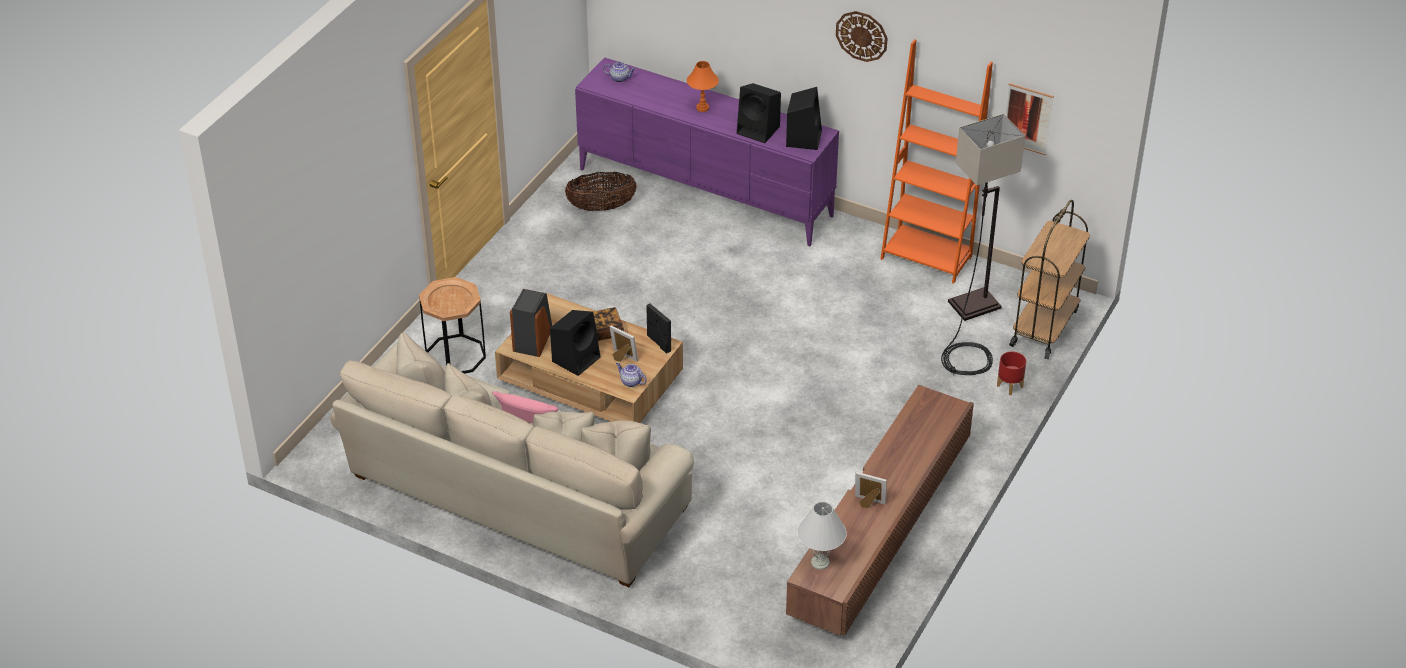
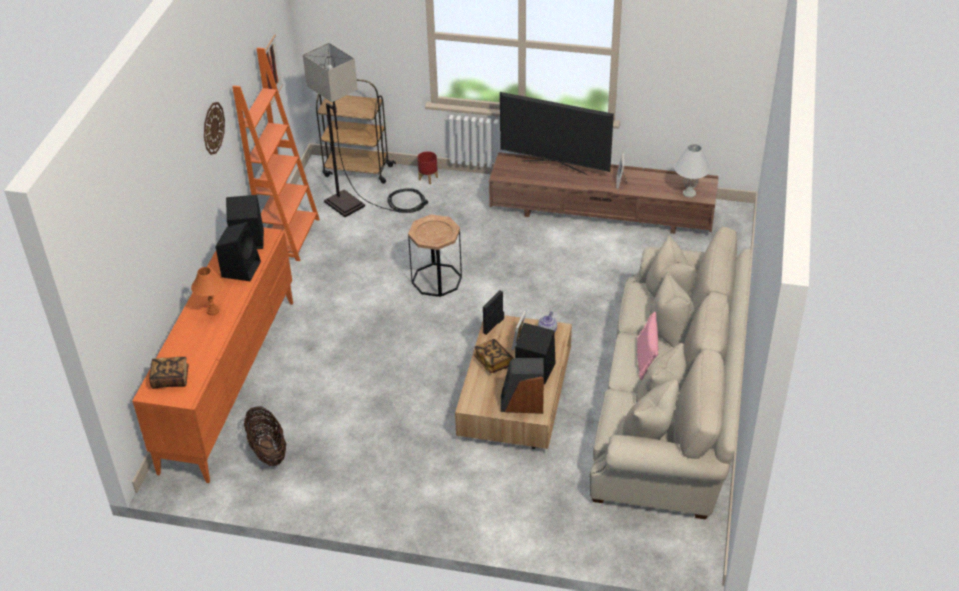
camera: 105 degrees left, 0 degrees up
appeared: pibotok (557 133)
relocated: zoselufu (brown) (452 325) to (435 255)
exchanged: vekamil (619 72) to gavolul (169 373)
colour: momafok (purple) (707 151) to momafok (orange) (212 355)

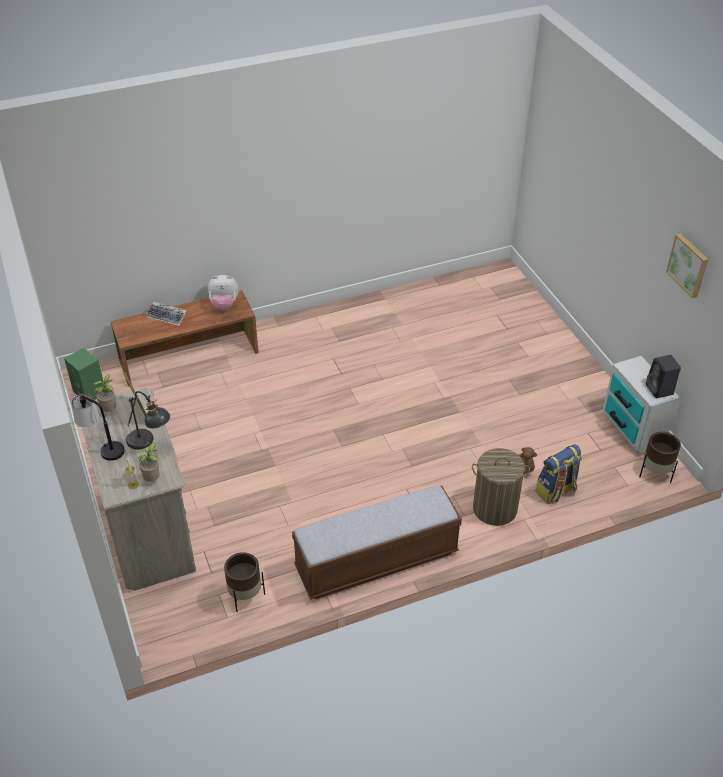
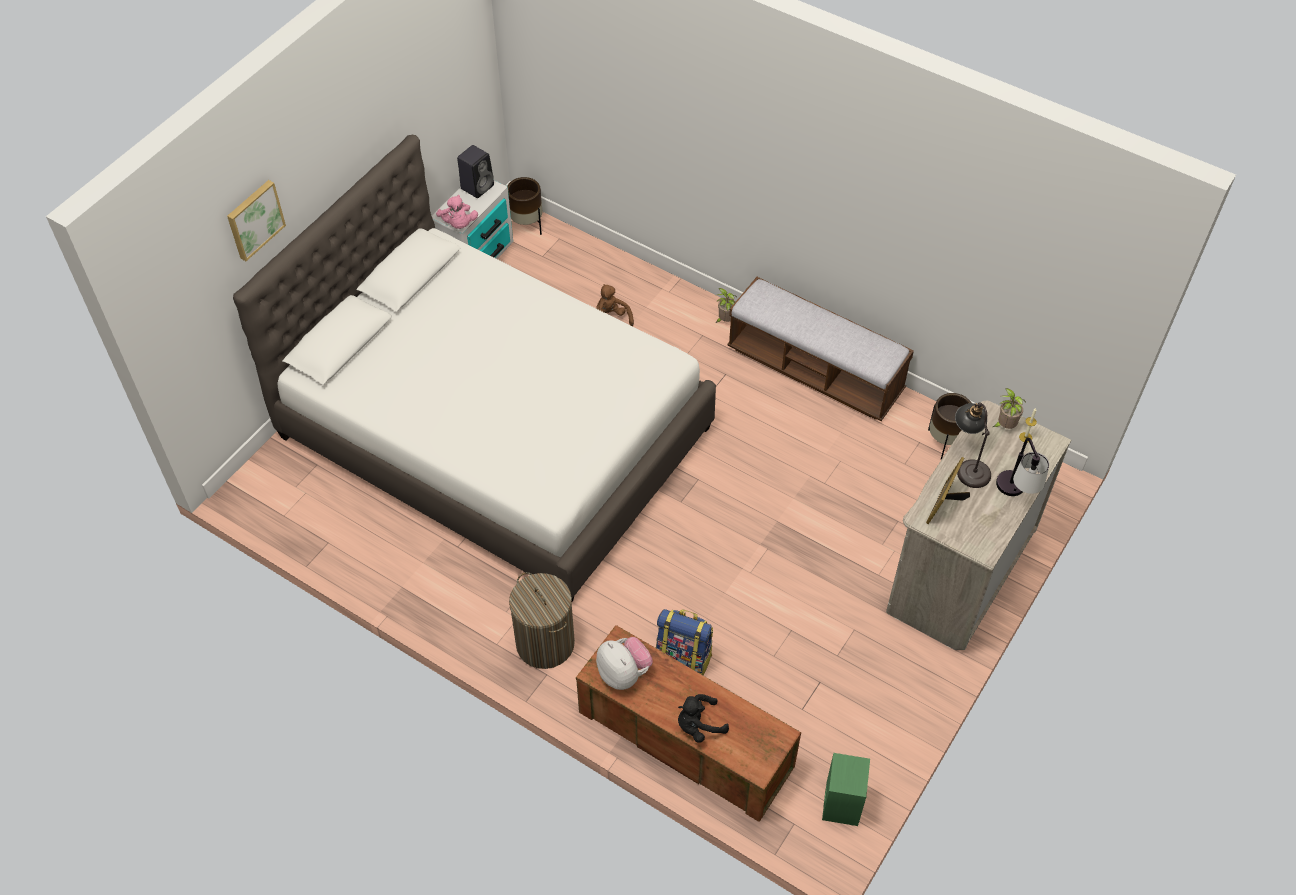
camera: 125 degrees left, 10 degrees up
appeared: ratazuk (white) (474 368); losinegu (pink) (457 212)
relocated: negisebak (687 265) to (256 220); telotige (501 487) to (542 620); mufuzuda (558 474) to (684 642); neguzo (105 393) to (726 305)
exchanged: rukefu (166 314) to losinegu (black) (703 718)

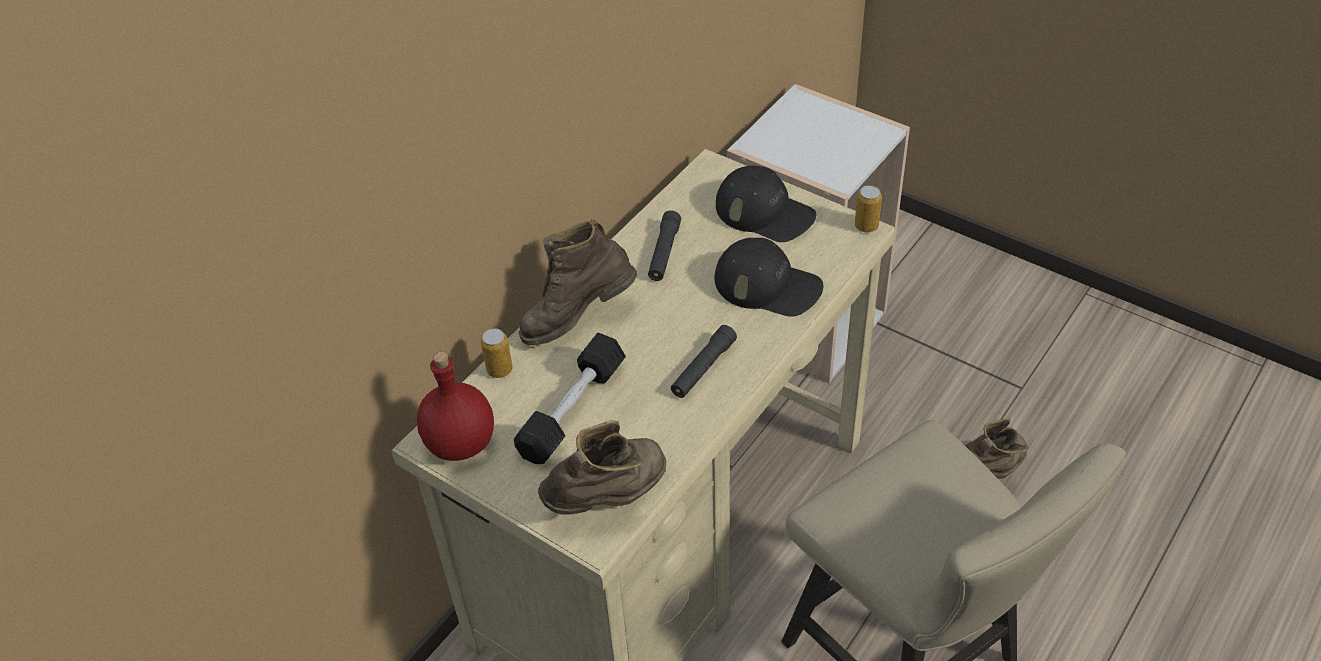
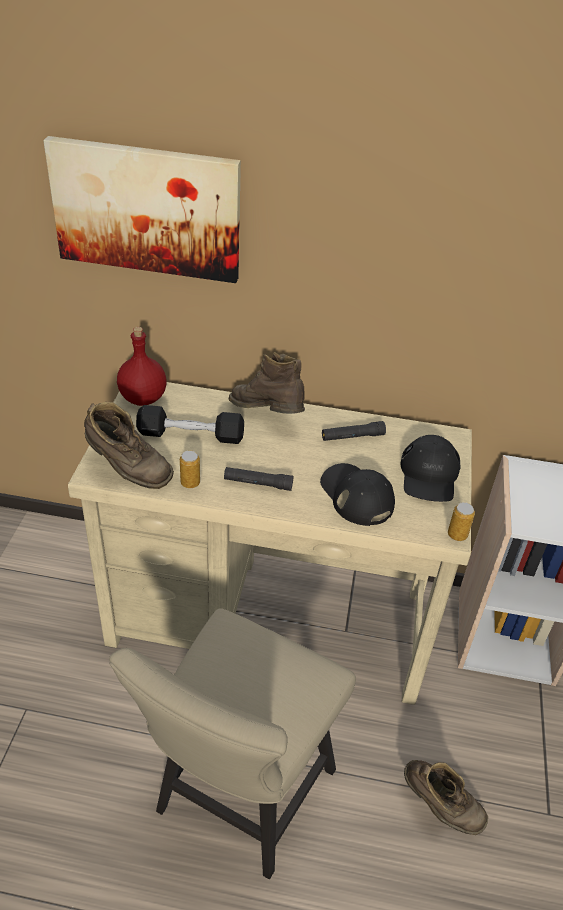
camera: 60 degrees right, 5 degrees down
appeared: negisebak (142 209)
relocated: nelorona (496 353) to (190 469)
spun: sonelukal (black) (769 277) = (357 494) 150 degrees clockwise

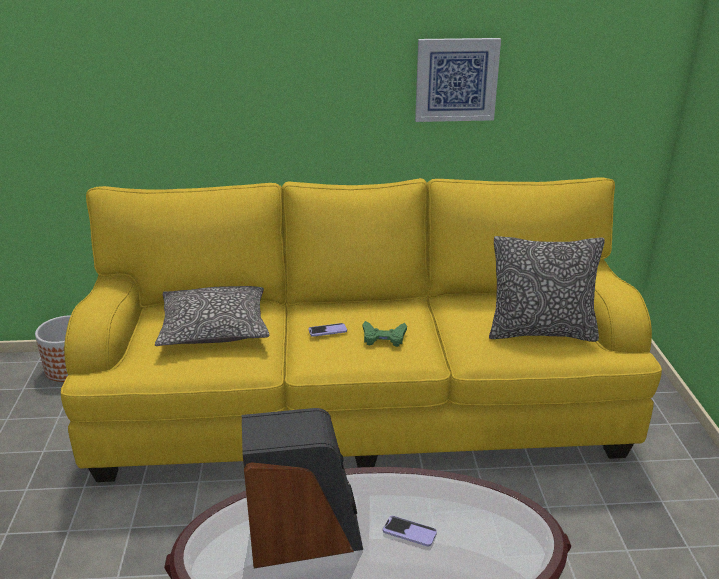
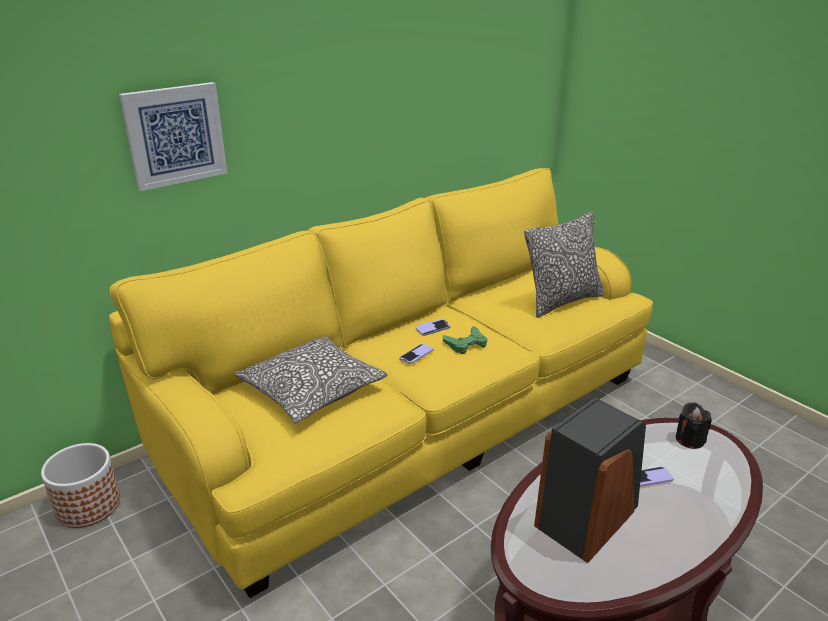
camera: 35 degrees left, 0 degrees up
appeared: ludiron (433 327); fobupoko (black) (694 425)
relocated: negisebak (458 80) to (173 136)

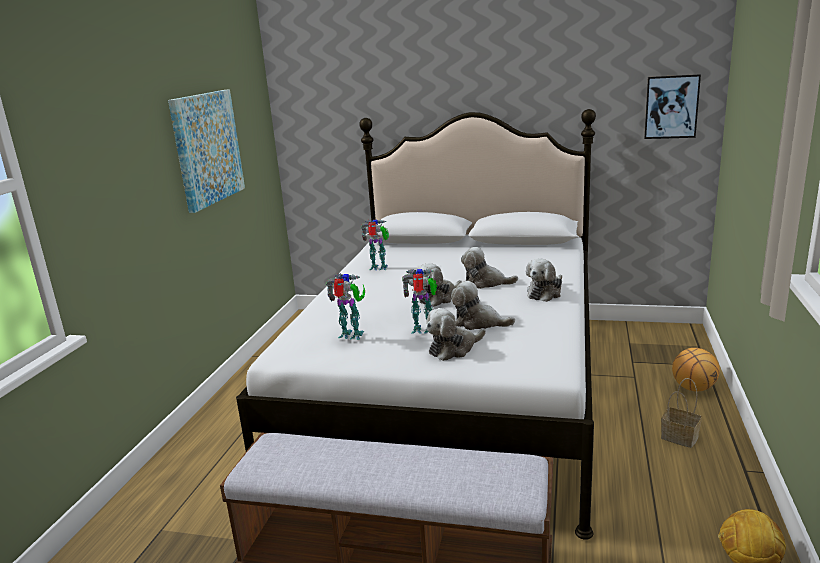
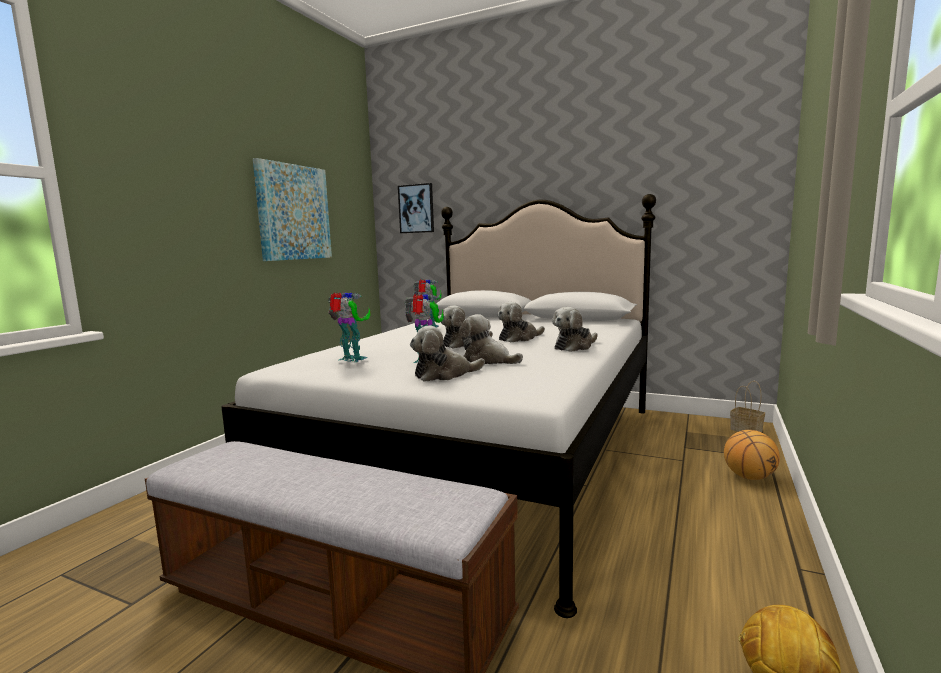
camera: 10 degrees right, 10 degrees down
relocated: negisebak (672 106) to (416 208); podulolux (681 413) to (747 406)
spun: losinegu (489 268) = (521 322) 60 degrees counterclockwise

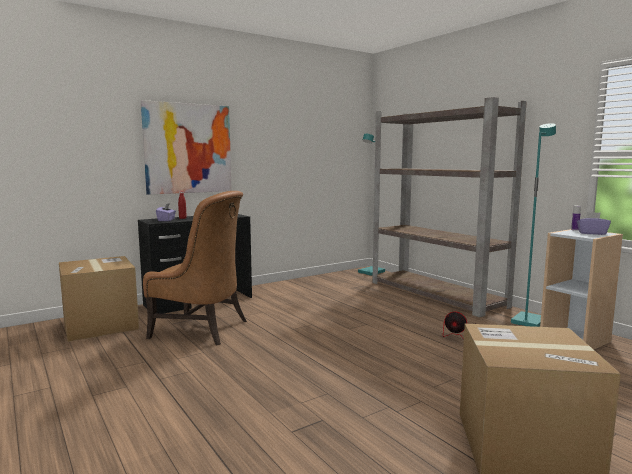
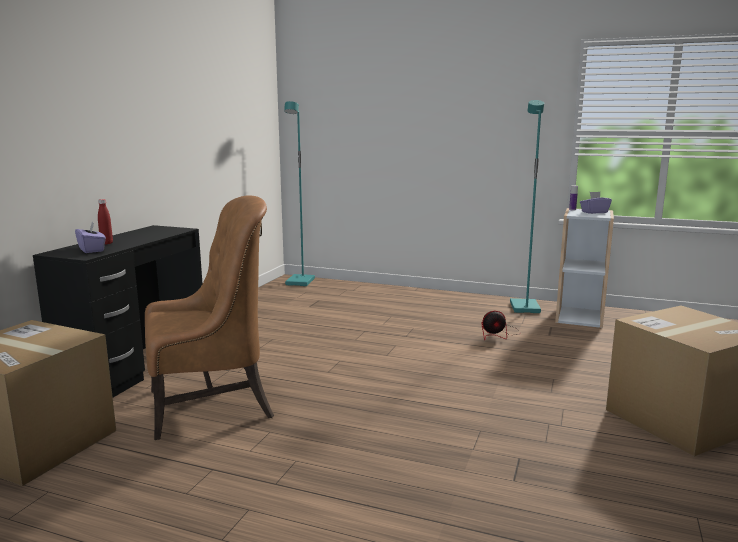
camera: 35 degrees left, 5 degrees up
missing: negisebak (186 147); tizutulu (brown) (449 207)

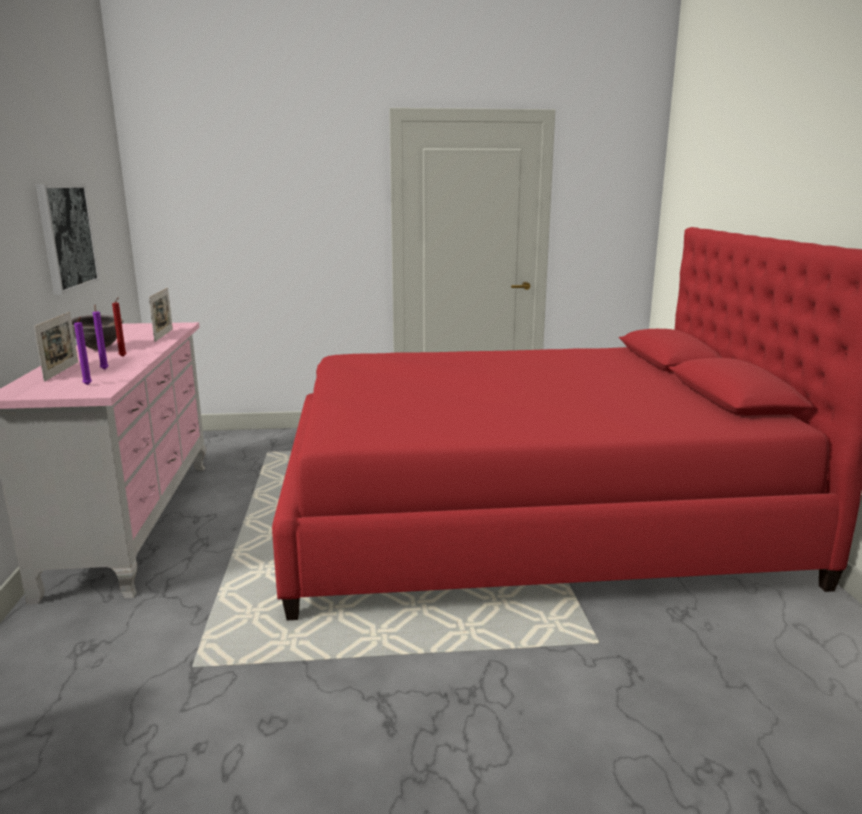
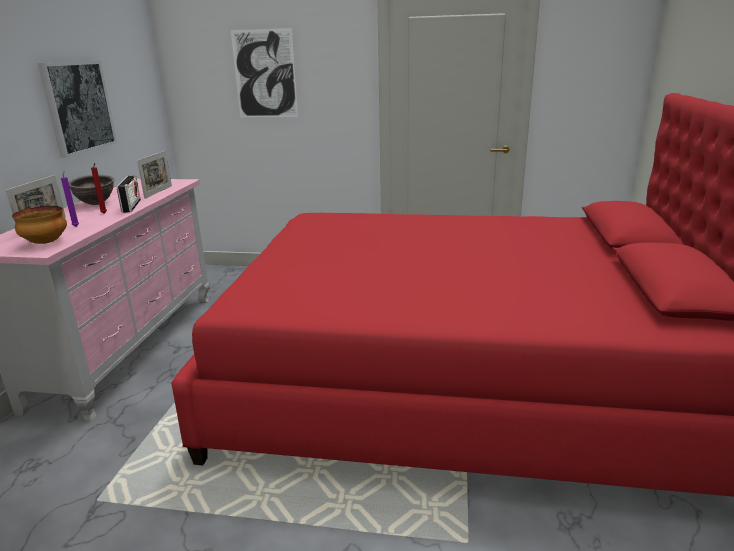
camera: 15 degrees right, 5 degrees up
appeared: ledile (129 194); negisebak (264 72)
exchanged: fobupoko (purple) (83 351) to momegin (39 225)

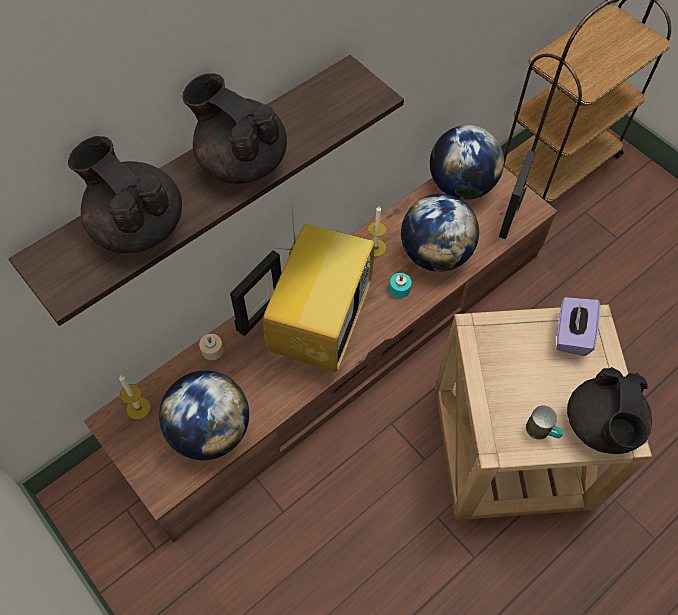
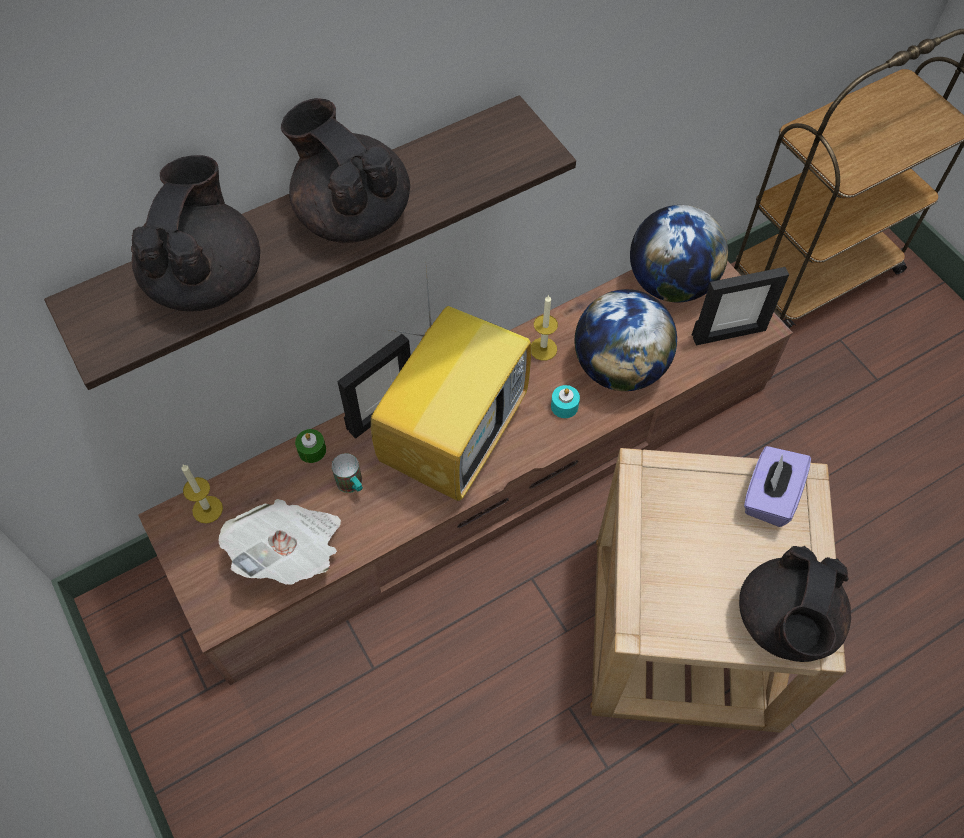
camera: 10 degrees right, 0 degrees up
relocated: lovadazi (545 422) to (347 473)
exchanged: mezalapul (204 415) to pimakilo (279 542)
colour: fobupoko (beige) (211 347) to fobupoko (green) (310 446)
spun: vekamil (black) (125 194) = (195 233) 45 degrees clockwise; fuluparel (517 194) = (740 306) 135 degrees counterclockwise

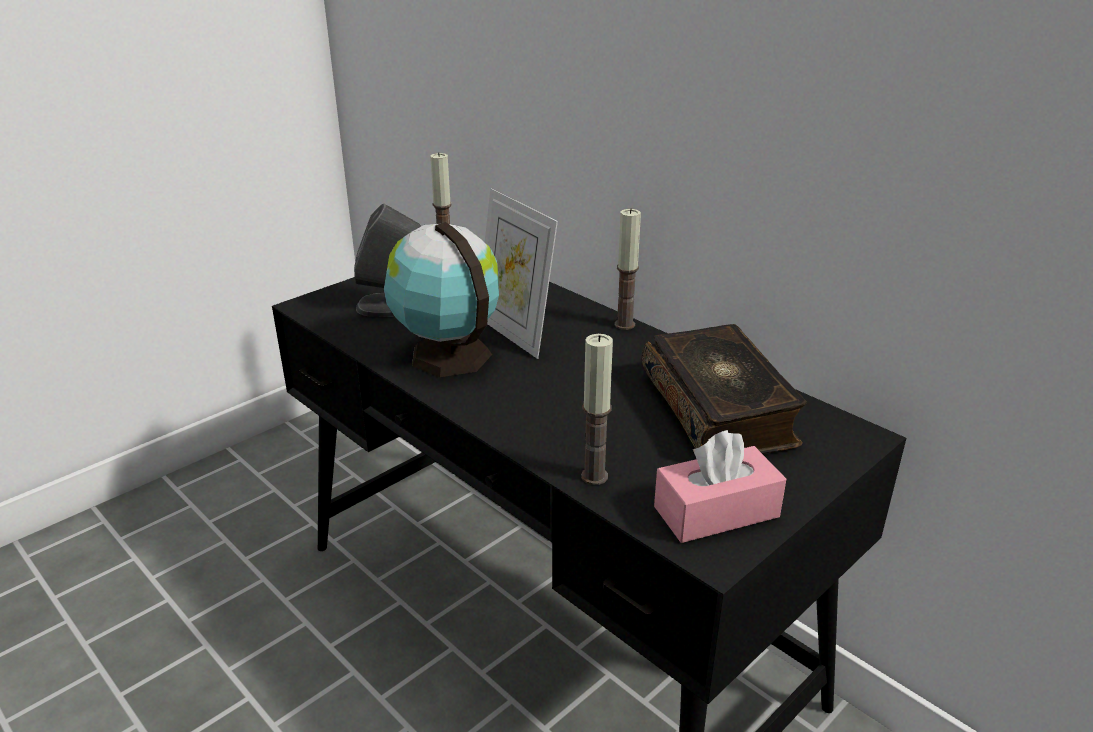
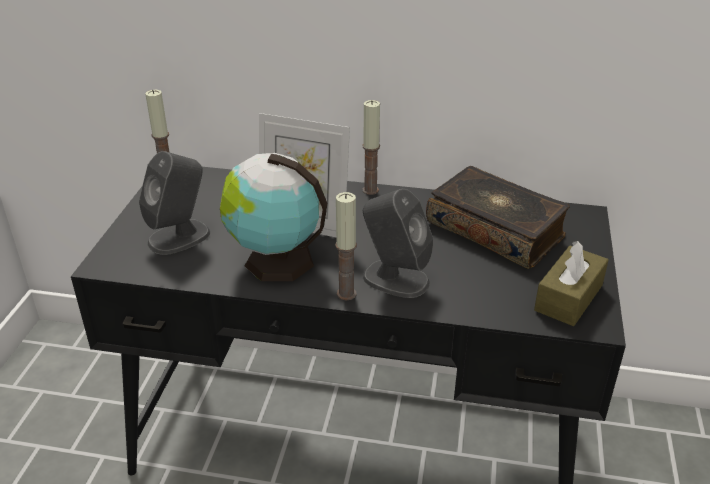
camera: 35 degrees left, 5 degrees up
appeared: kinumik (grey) (398 243)
relocated: fobupoko (597 409) to (346 246)
colour: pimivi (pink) (720 486) to pimivi (brown) (571 283)

